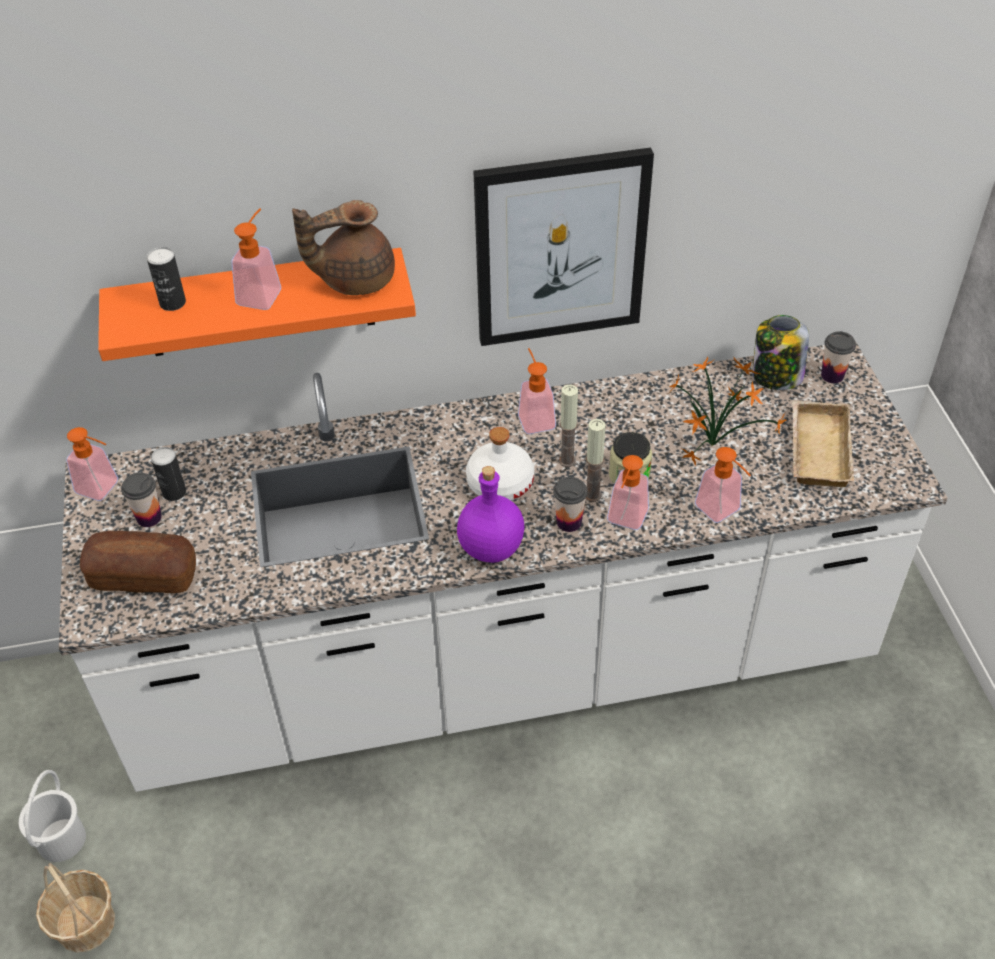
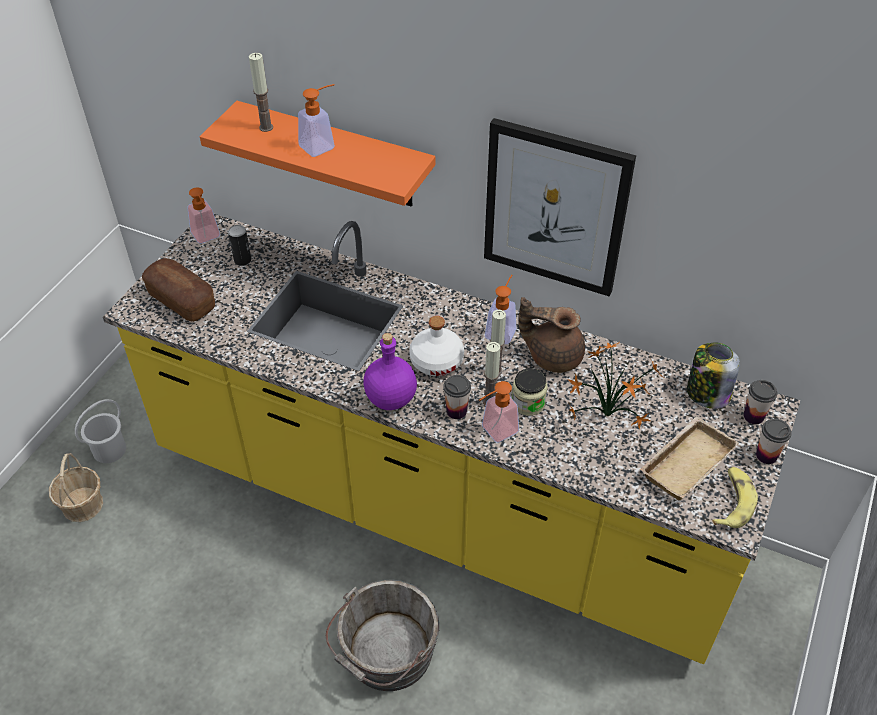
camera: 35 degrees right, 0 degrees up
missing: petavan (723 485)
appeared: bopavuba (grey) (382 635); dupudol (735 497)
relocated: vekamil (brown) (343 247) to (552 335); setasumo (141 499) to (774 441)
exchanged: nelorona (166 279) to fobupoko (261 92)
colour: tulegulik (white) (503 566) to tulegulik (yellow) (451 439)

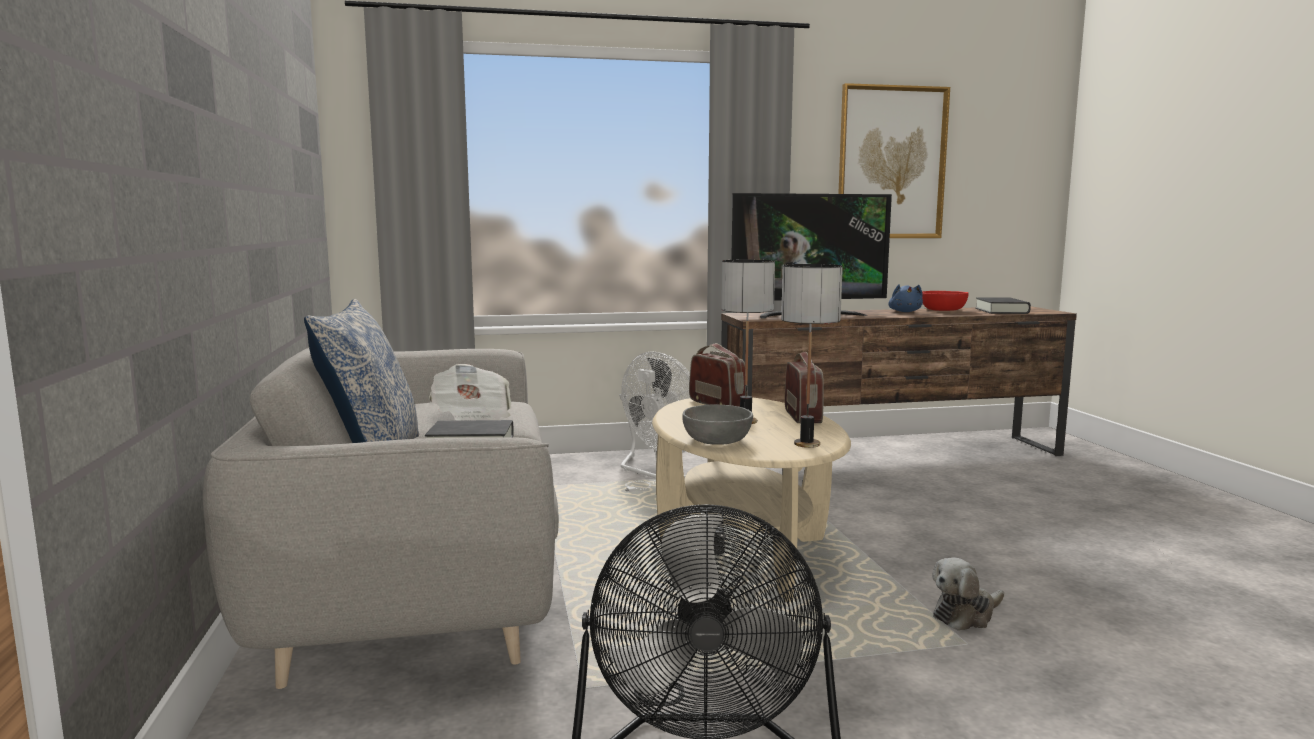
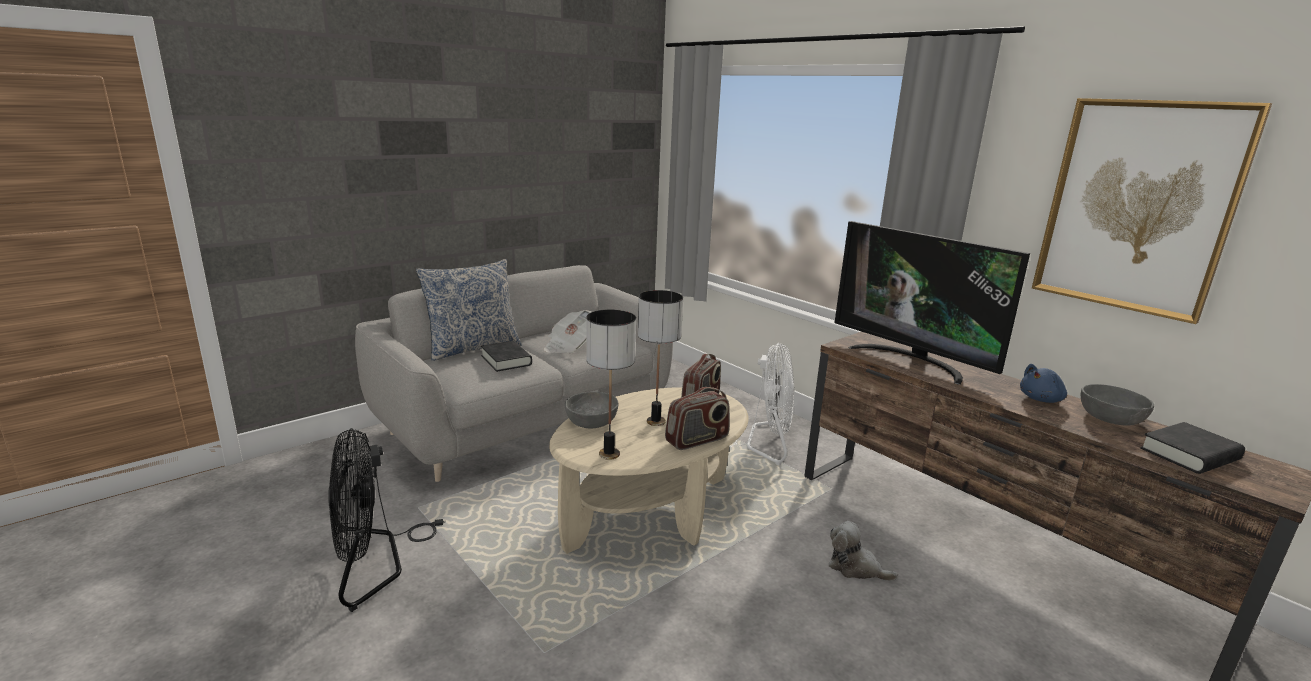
camera: 60 degrees right, 10 degrees up
relocated: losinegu (968 594) to (863 551)
colour: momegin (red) (945 301) to momegin (grey) (1117 405)

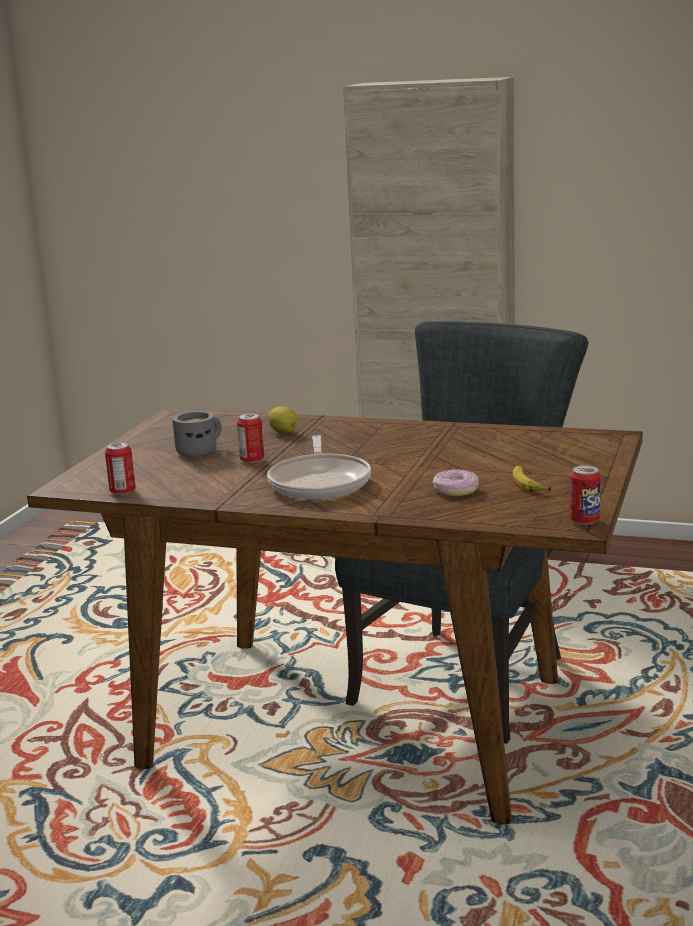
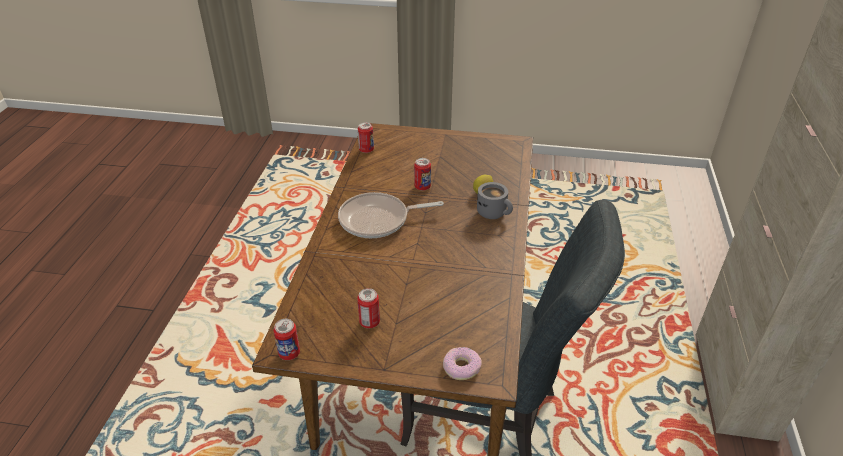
camera: 80 degrees right, 20 degrees up
relocated: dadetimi (456 482) to (462 363); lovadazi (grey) (196 434) to (495 200)
exchanged: dupudol (532 478) to nelorona (368 308)

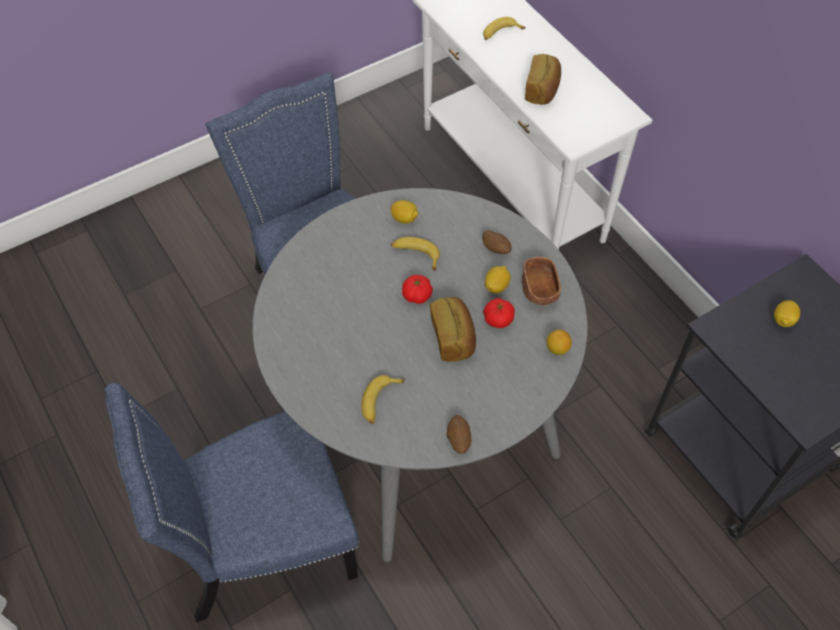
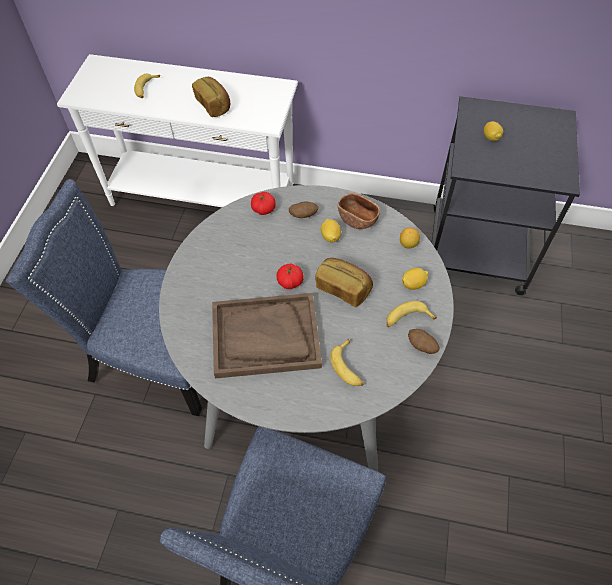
camera: 45 degrees left, 0 degrees up
appeared: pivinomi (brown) (267 336)
relocated: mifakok (499 313) to (263 203); dupudol (415 254) to (412 314); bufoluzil (405 212) to (415 279)

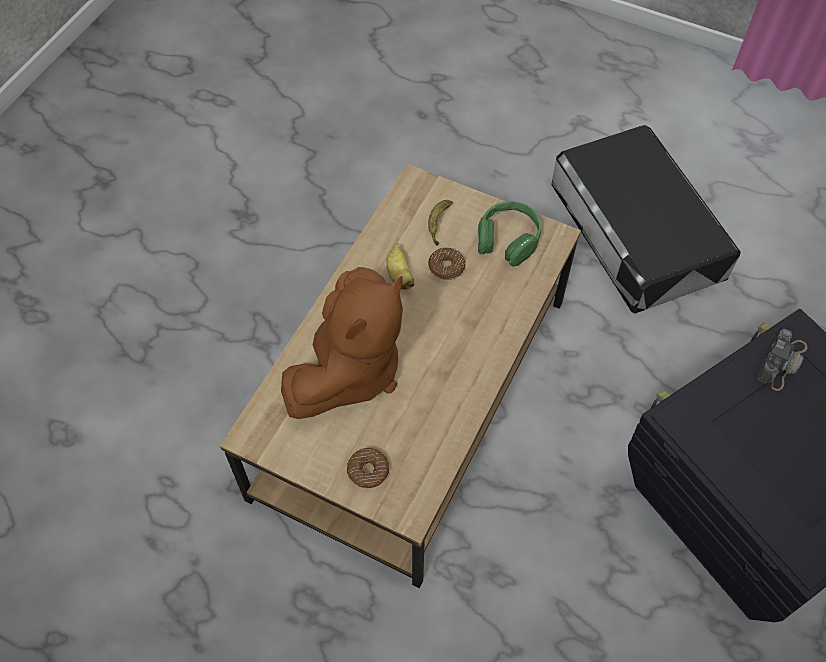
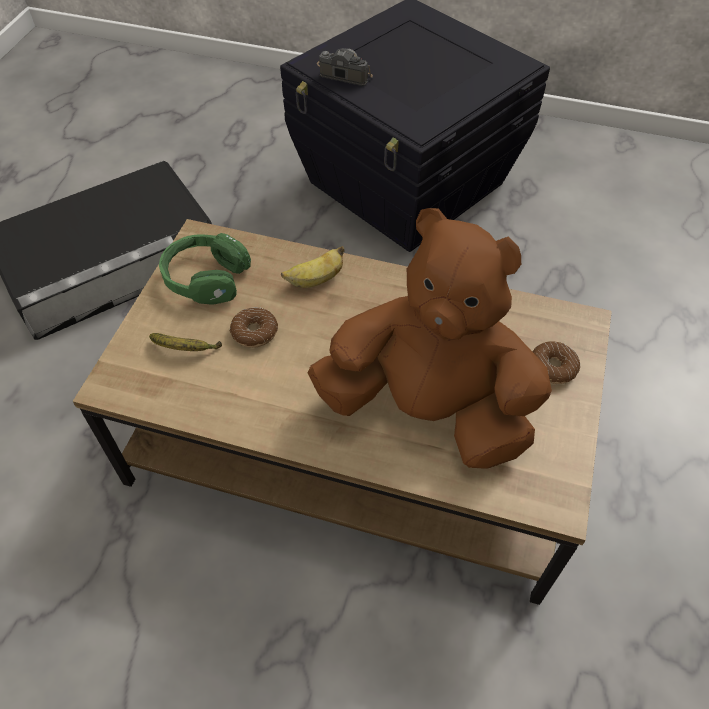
camera: 100 degrees left, 5 degrees down
relocated: dupudol (400 266) to (313 267)

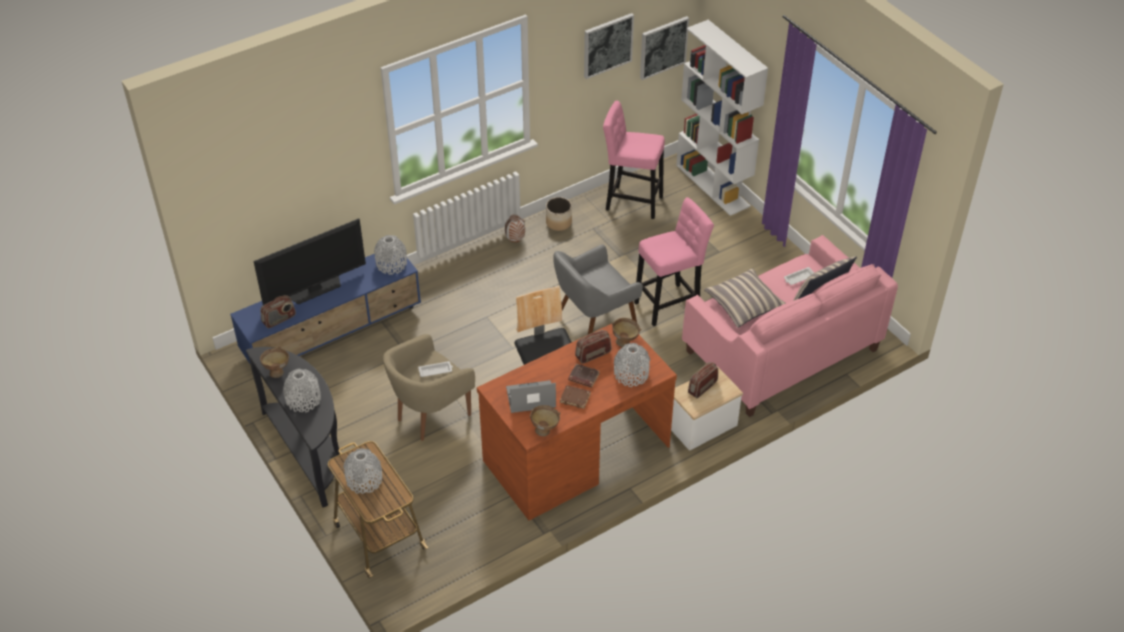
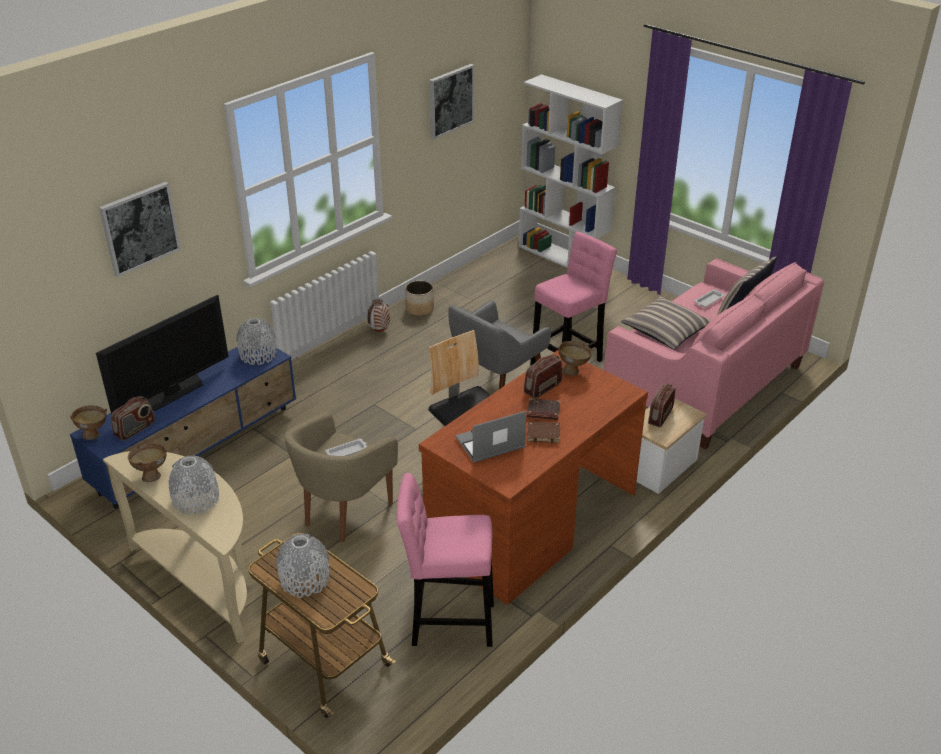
camera: 15 degrees left, 10 degrees down
missing: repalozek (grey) (632 365)
relocated: momegin (brown) (545 420) to (88 422); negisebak (664 48) to (140 229); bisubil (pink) (634 160) to (445 560)
colour: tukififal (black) (294 427) to tukififal (beige) (177 547)

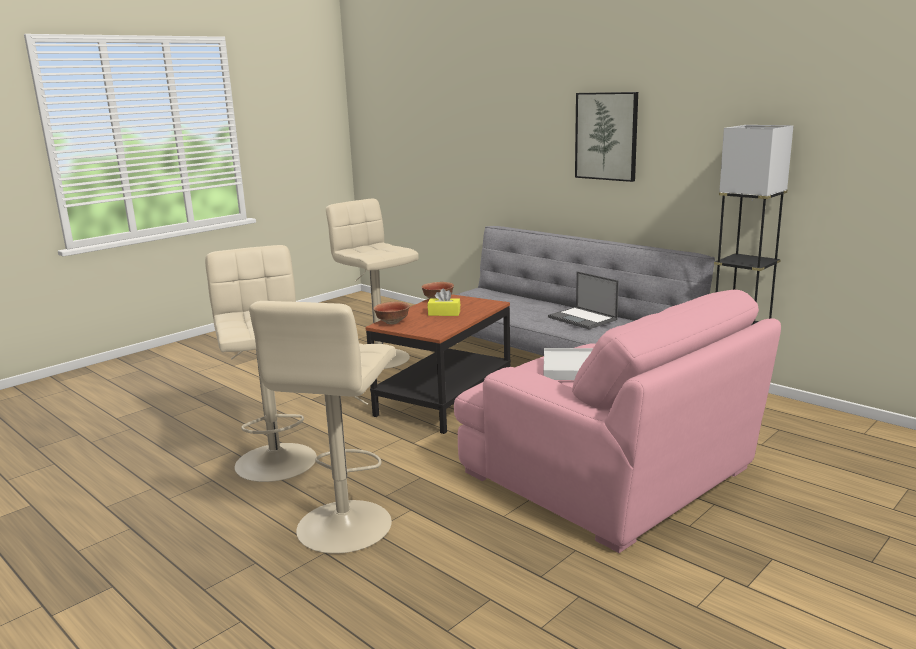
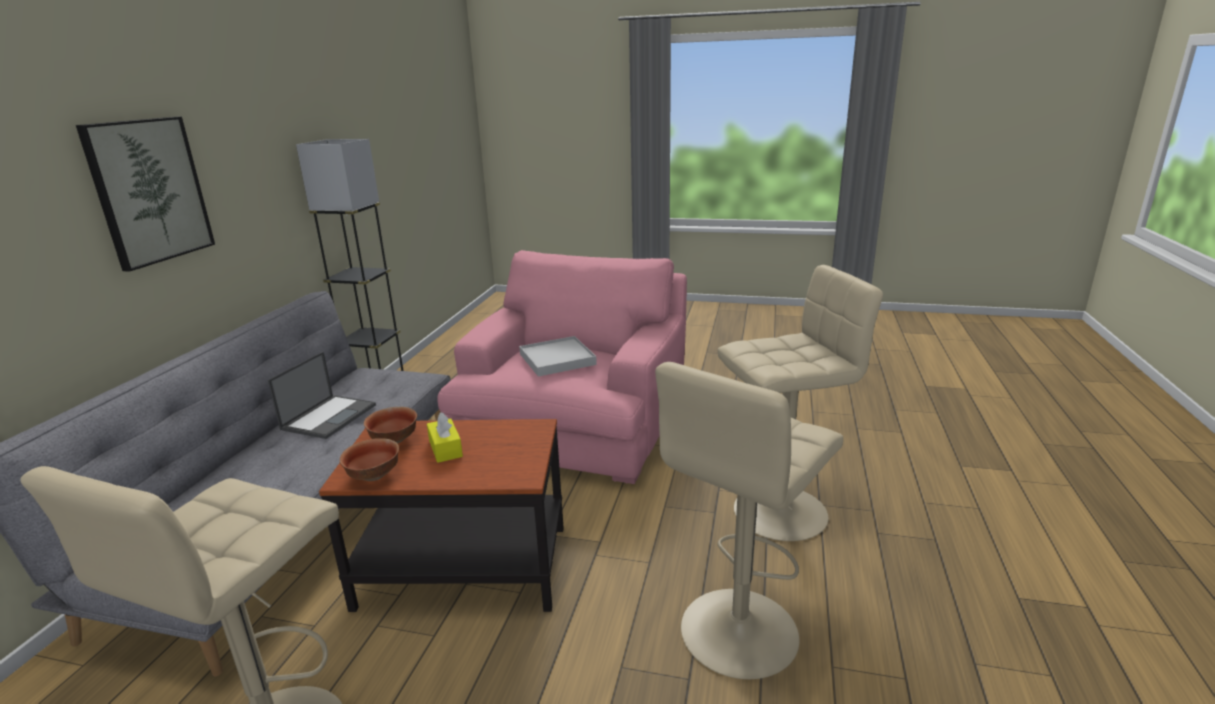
camera: 120 degrees left, 5 degrees up
relocated: momegin (391 313) to (390 425)

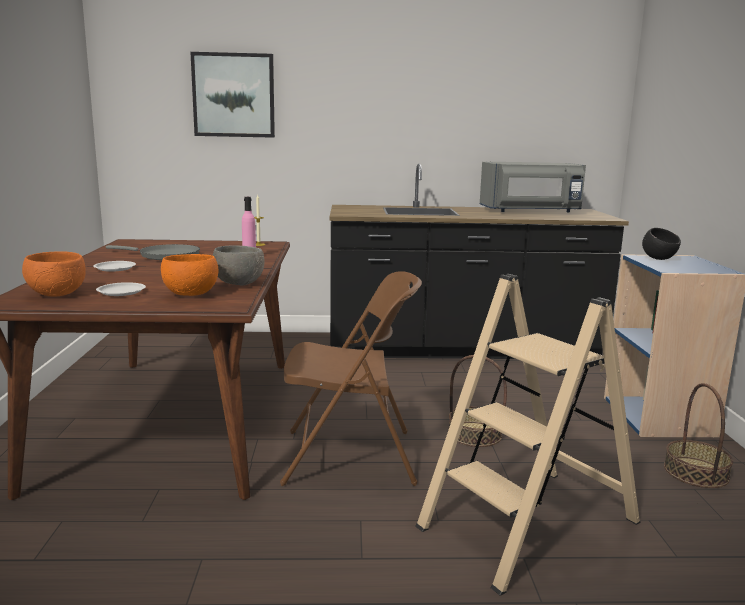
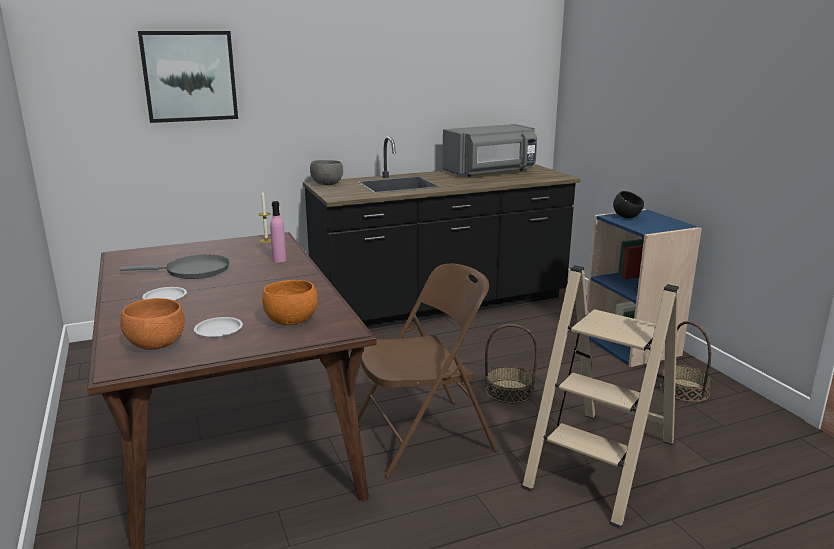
camera: 20 degrees left, 5 degrees up
relocated: momegin (grey) (239 265) to (326 172)

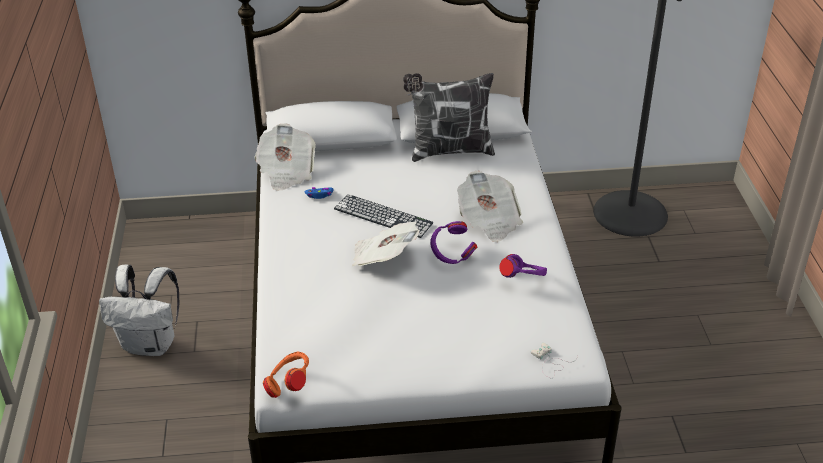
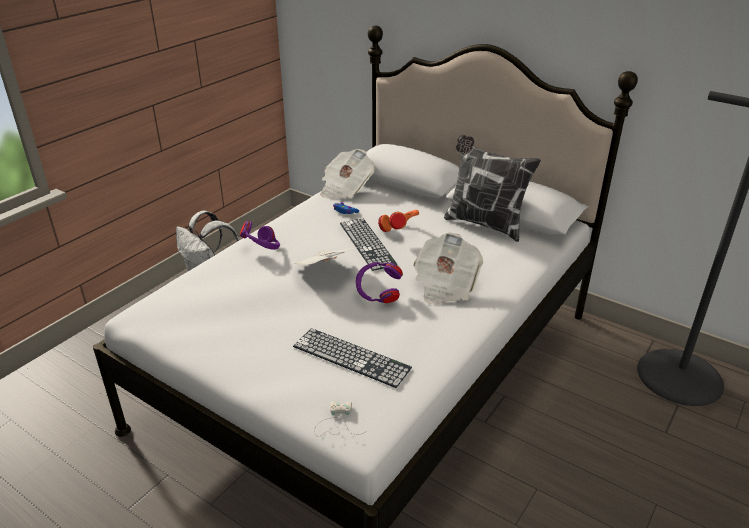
camera: 40 degrees right, 5 degrees down
appeared: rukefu (352 358)
relocated: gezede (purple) (523 266) to (260 235); gezede (orange) (286 375) to (398 221)

